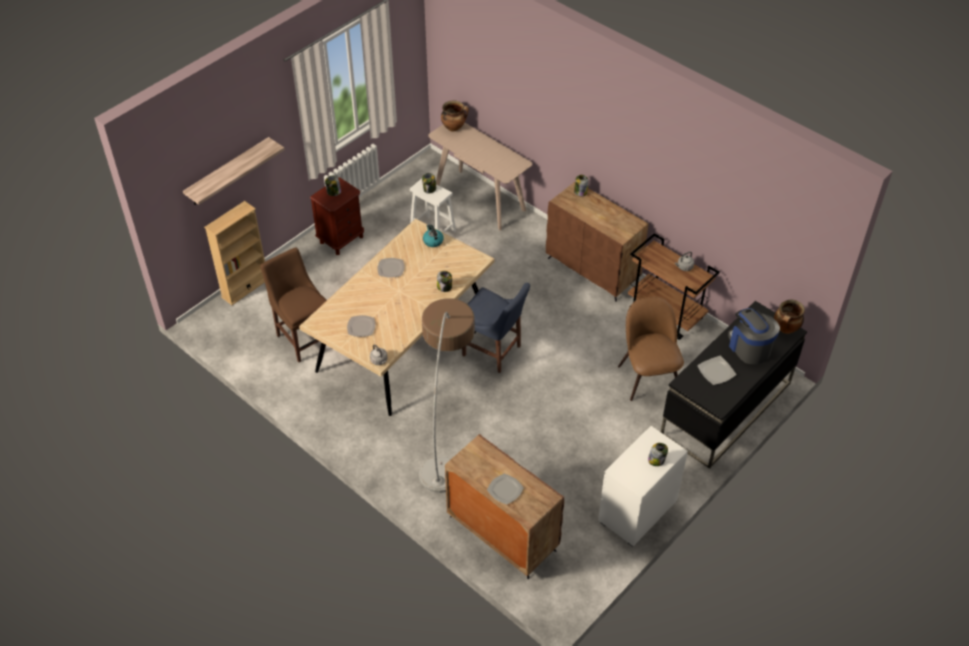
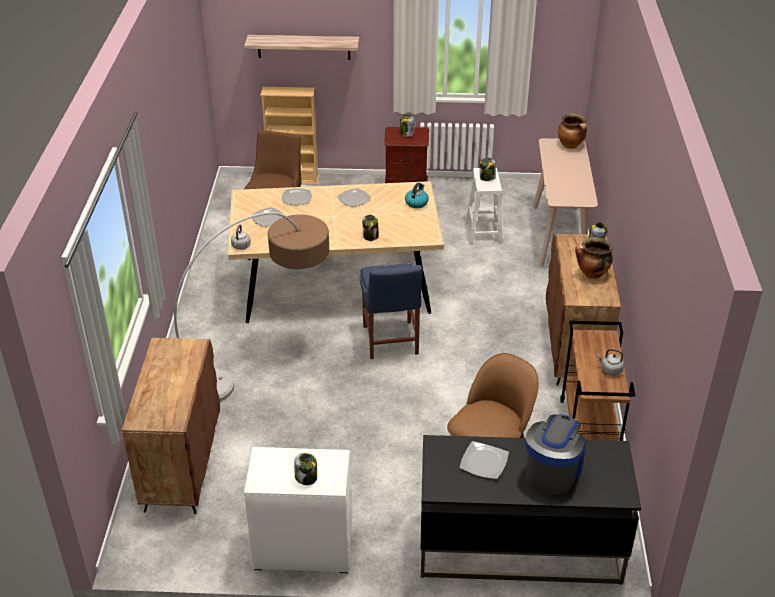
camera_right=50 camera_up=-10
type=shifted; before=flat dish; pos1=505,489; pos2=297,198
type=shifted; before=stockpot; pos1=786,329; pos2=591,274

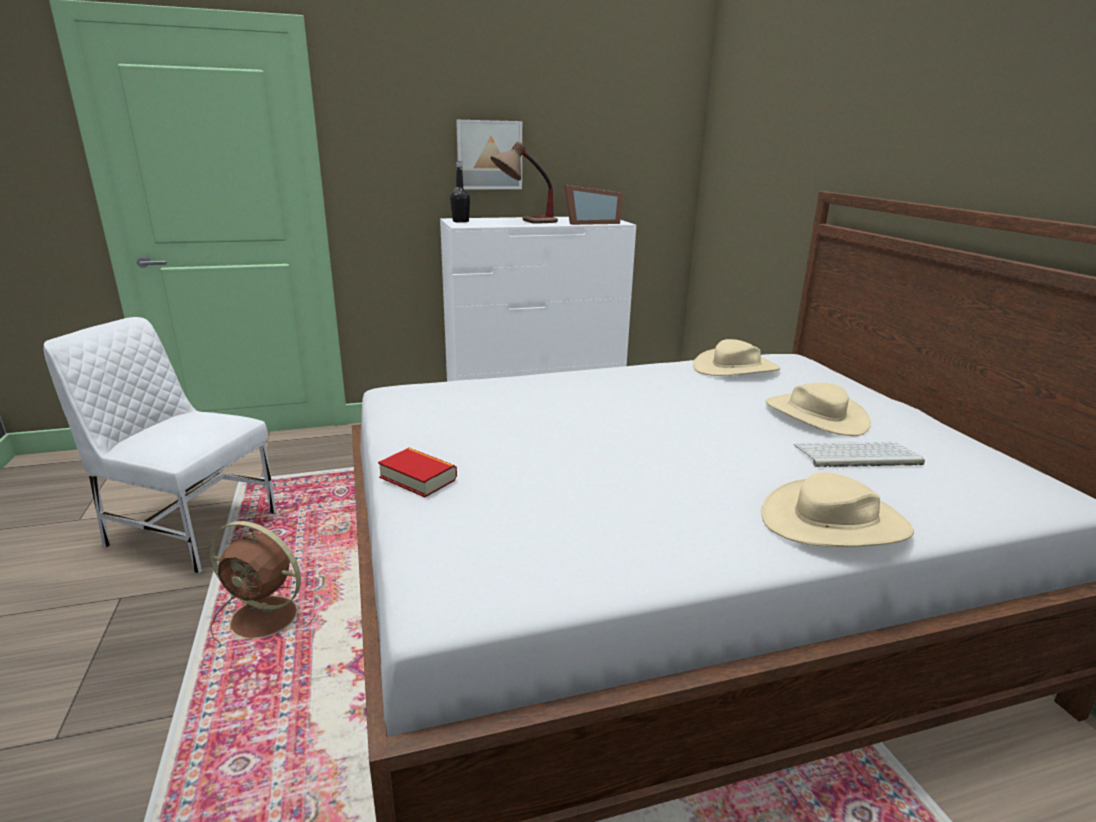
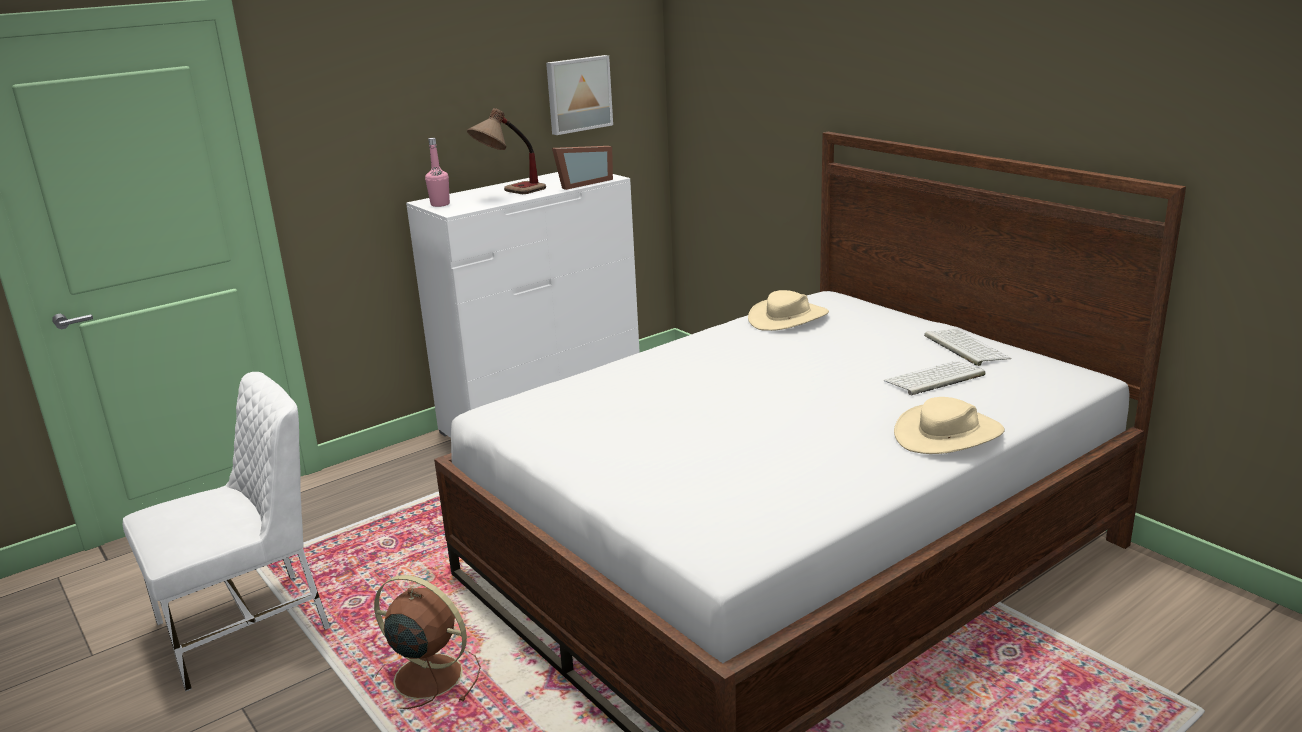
camera_right=-20 camera_up=0
type=rotated; before=white-coloured plain chair; pos1=189,529; pos2=247,626; turn=150
type=rotated; before=brownish cooling fan; pos1=267,618; pos2=425,676; turn=-150
type=repainted; before=blackish beverage bottle; after=pink beverage bottle; pos1=460,221; pos2=440,204
type=shifted; before=picture; pos1=489,155; pos2=578,94
type=new; after=PC keyboard; pos2=964,347
type=gone; before=bound book; pos1=418,478
type=gone; before=beige clothing hat; pos1=815,415

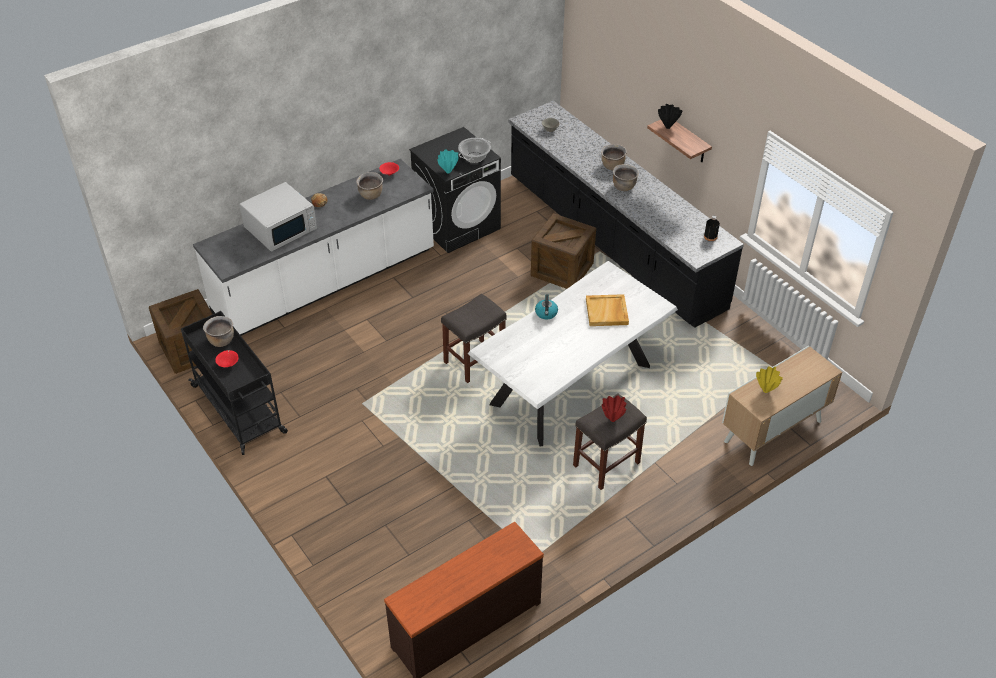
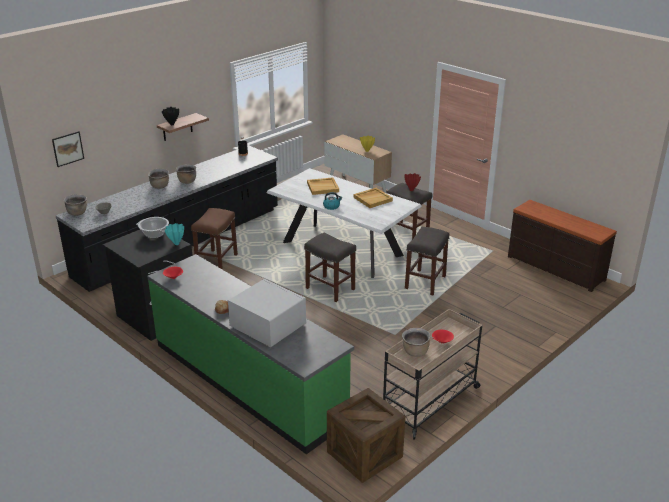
camera_right=-100 camera_up=-15
type=new; after=picture; pos2=68,149
type=shifted; before=brownish stockpot; pos1=371,195; pos2=77,213
type=repainted; before=white-coloured kitchen base unit; after=green-coloured kitchen base unit; pos1=325,283; pos2=248,381
type=swapped; before=packing crate; after=brownish sitting stool; pos1=562,270; pos2=217,261
type=new; after=beige serving tray; pos2=373,199
type=repainted; before=blackish trolley; after=beige trolley; pos1=239,410; pos2=430,401
type=new; after=greyish sitting stool; pos2=425,283

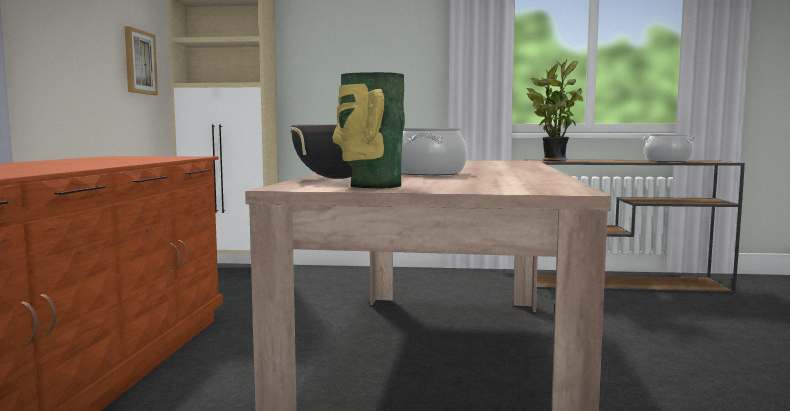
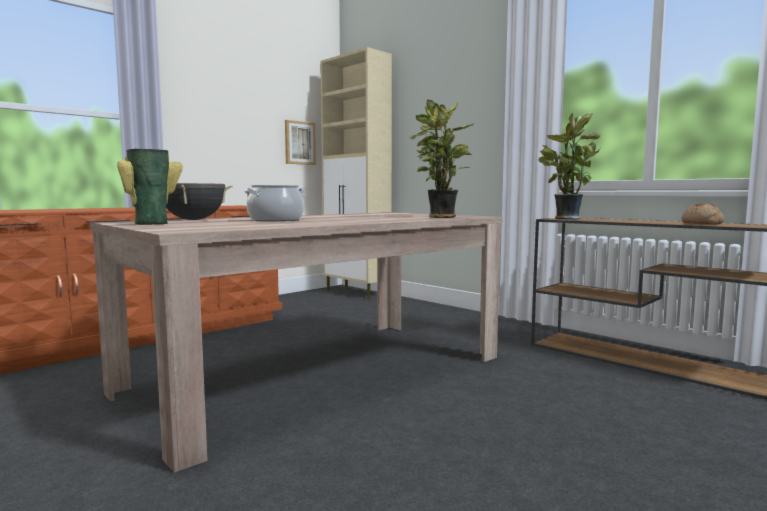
camera_right=40 camera_up=0
type=new; after=potted plant; pos2=441,217
type=swapped; before=stockpot; after=baked bread; pos1=667,161; pos2=701,223

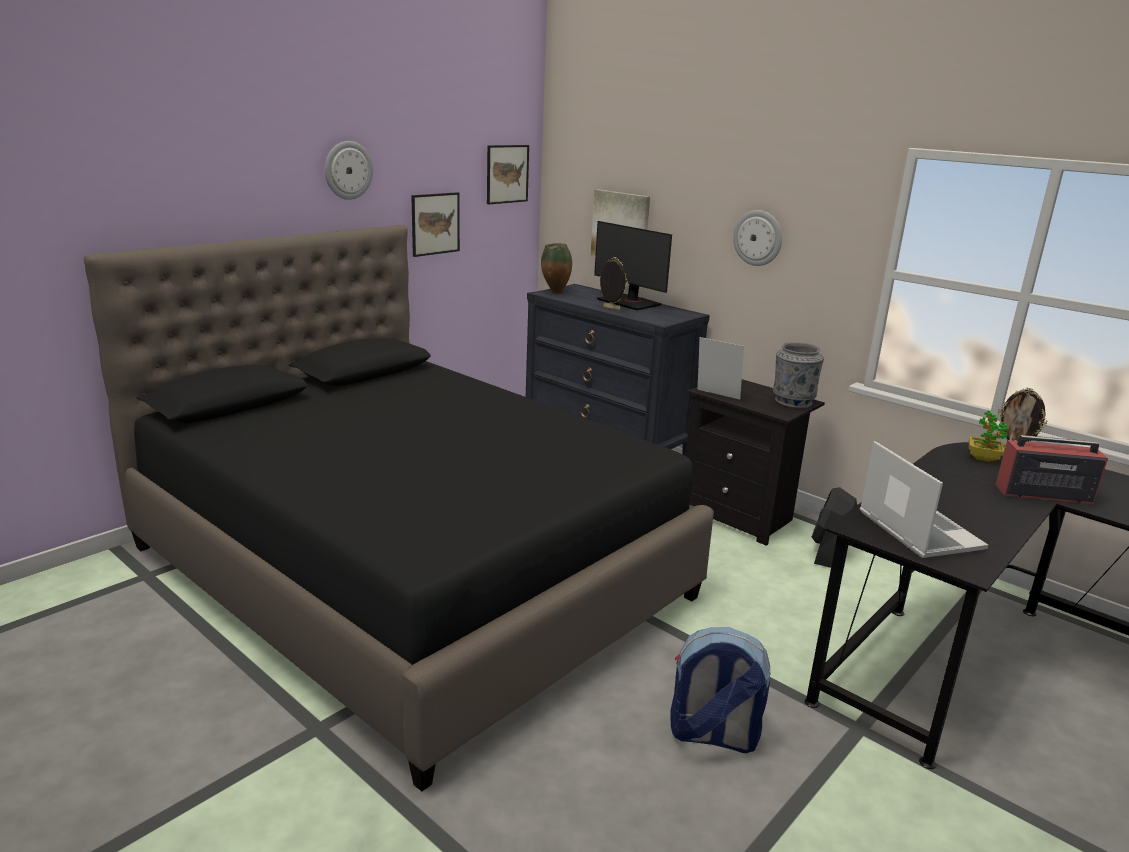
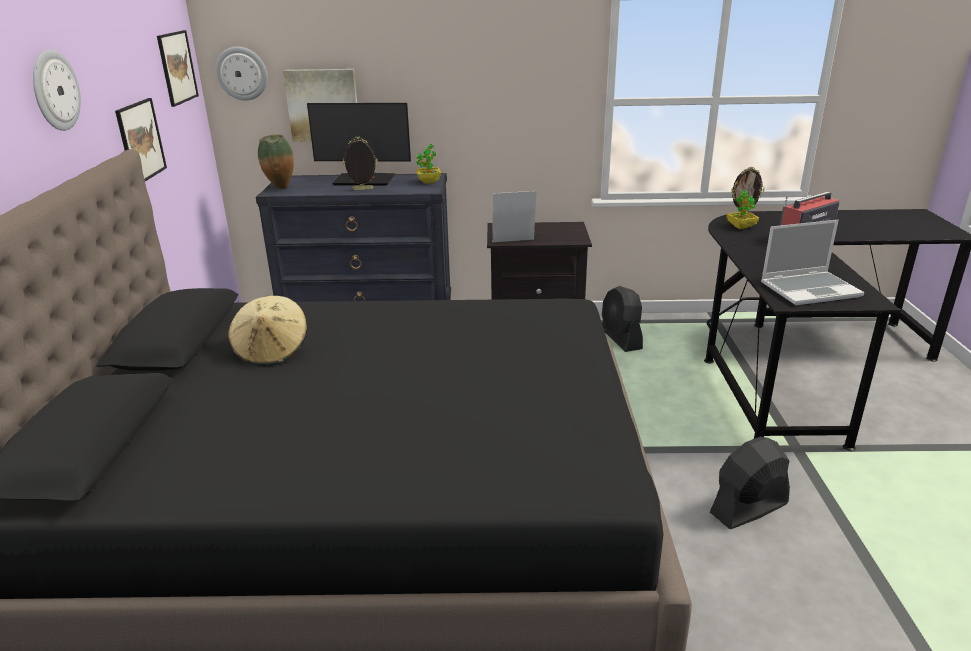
camera_right=-40 camera_up=5
type=shifted; before=clock on the wall; pos1=758,238; pos2=242,73
type=new; after=beige clothing hat; pos2=272,351
type=new; after=potted plant; pos2=429,182
type=swapped; before=rucksack; after=blackish cooling fan; pos1=712,736; pos2=748,508
type=rotated; before=laptop; pos1=917,530; pos2=810,289; turn=135
type=gone; before=greyish flower vase; pos1=792,402

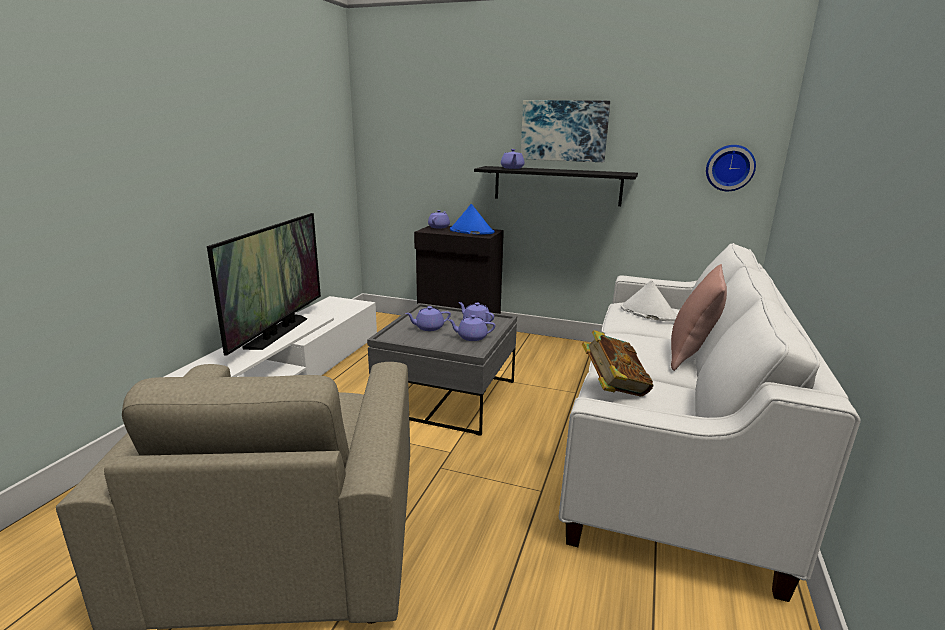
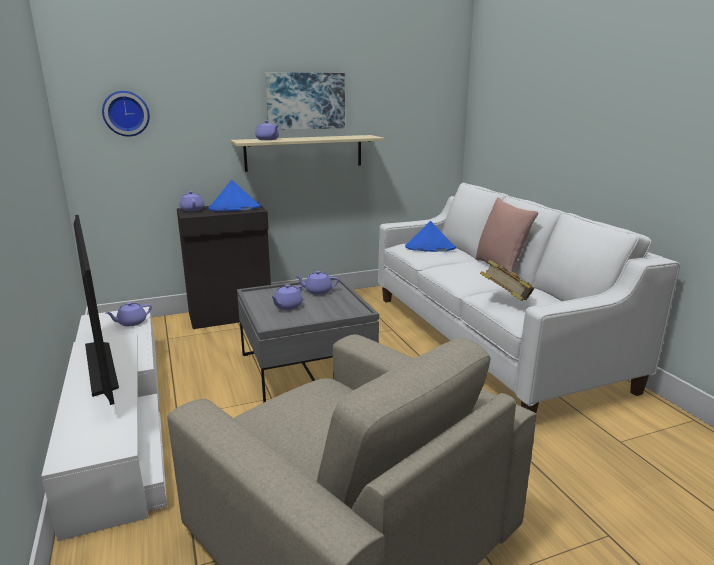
camera_right=-40 camera_up=0
type=shifted; before=clock on the wall; pos1=730,168; pos2=126,113
type=shifted; before=purple-coloured pot for tea; pos1=471,337; pos2=131,323
type=repainted; before=blackish shelf; after=beige shelf; pos1=557,185; pos2=304,152
type=repainted; before=white-coloured clothing hat; after=blue clothing hat; pos1=648,313; pos2=430,248

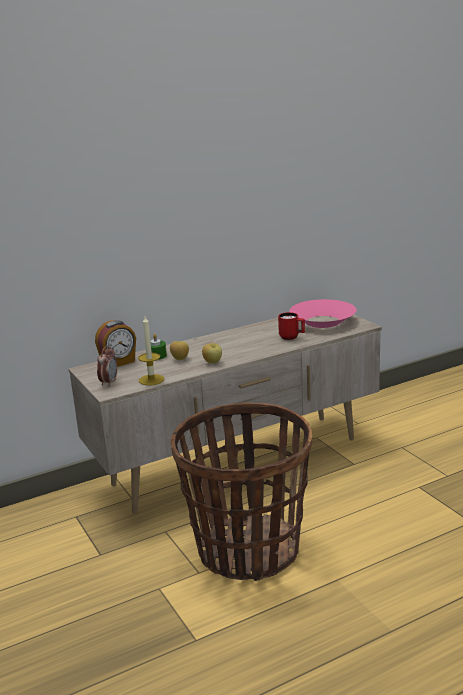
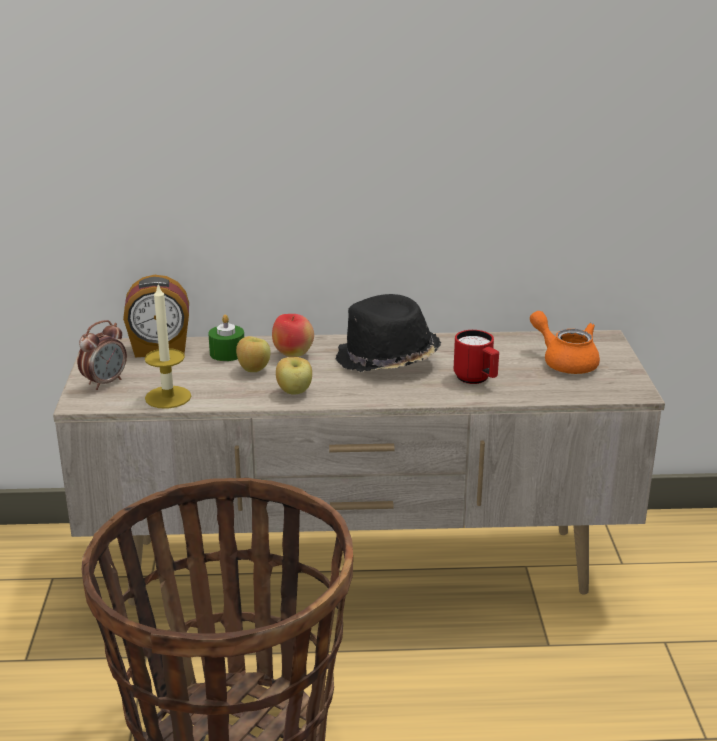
camera_right=25 camera_up=5
type=new; after=apple; pos2=293,354
type=new; after=blackish clothing hat; pos2=386,360
type=swapped; before=pink bowl; after=orange pot for tea; pos1=322,321; pos2=565,361

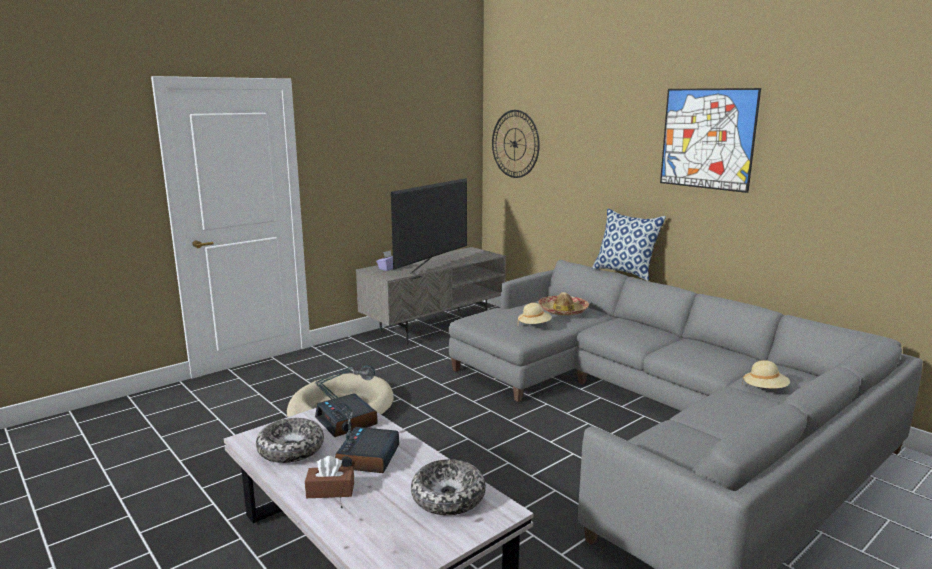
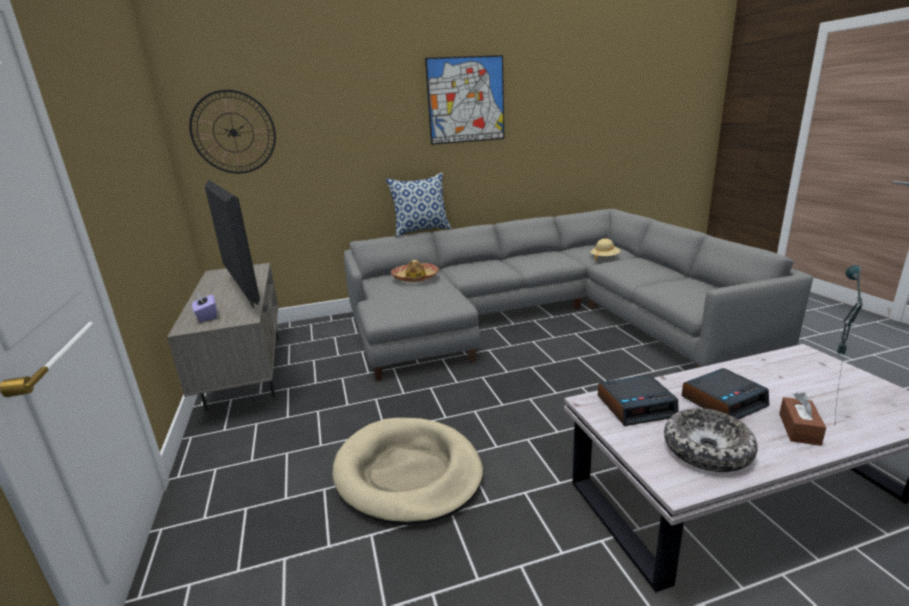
camera_right=-65 camera_up=5
type=rotated; before=table clock; pos1=368,457; pos2=723,401; turn=-60
type=gone; before=bowl; pos1=448,497
type=gone; before=beige clothing hat; pos1=534,325

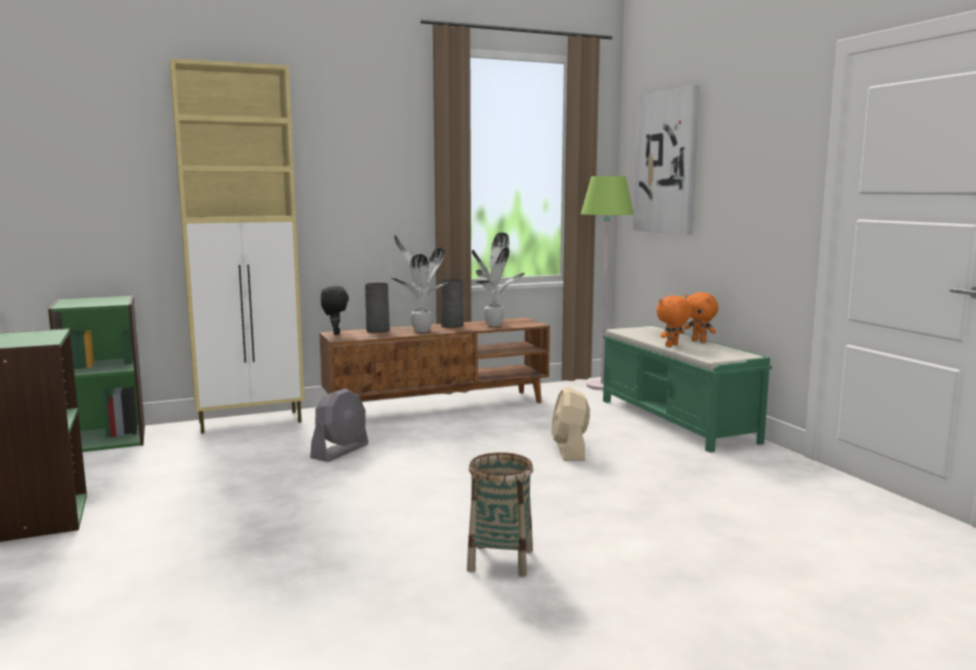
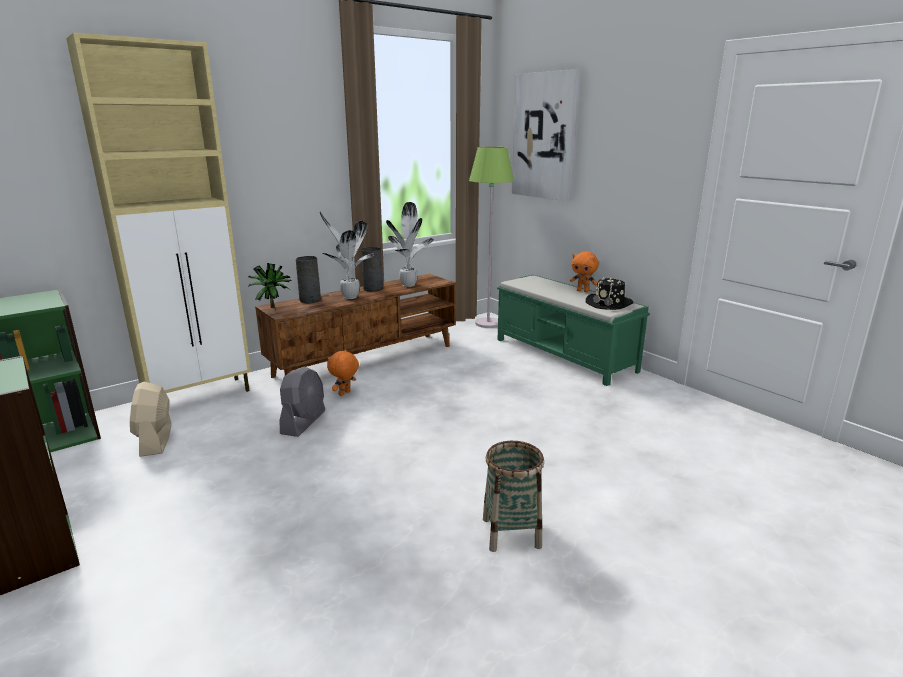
camera_right=-15 camera_up=10
type=shifted; before=beige cooling fan; pos1=569,450; pos2=155,440
type=swapped; before=blackish soft toy; after=potted plant; pos1=335,333; pos2=272,307
type=shifted; before=orange soft toy; pos1=672,346; pos2=345,394
type=new; after=blackish clothing hat; pos2=609,303

